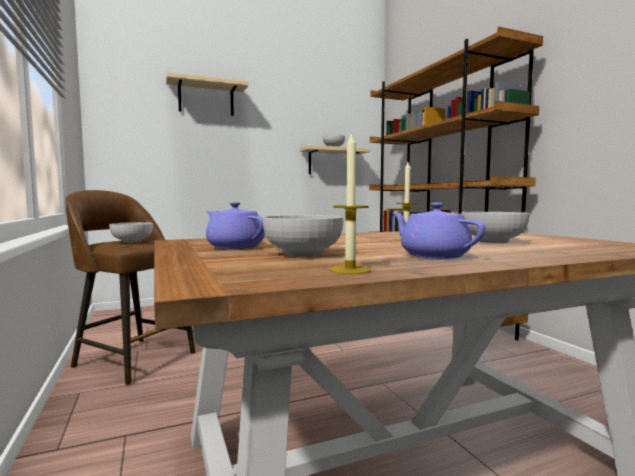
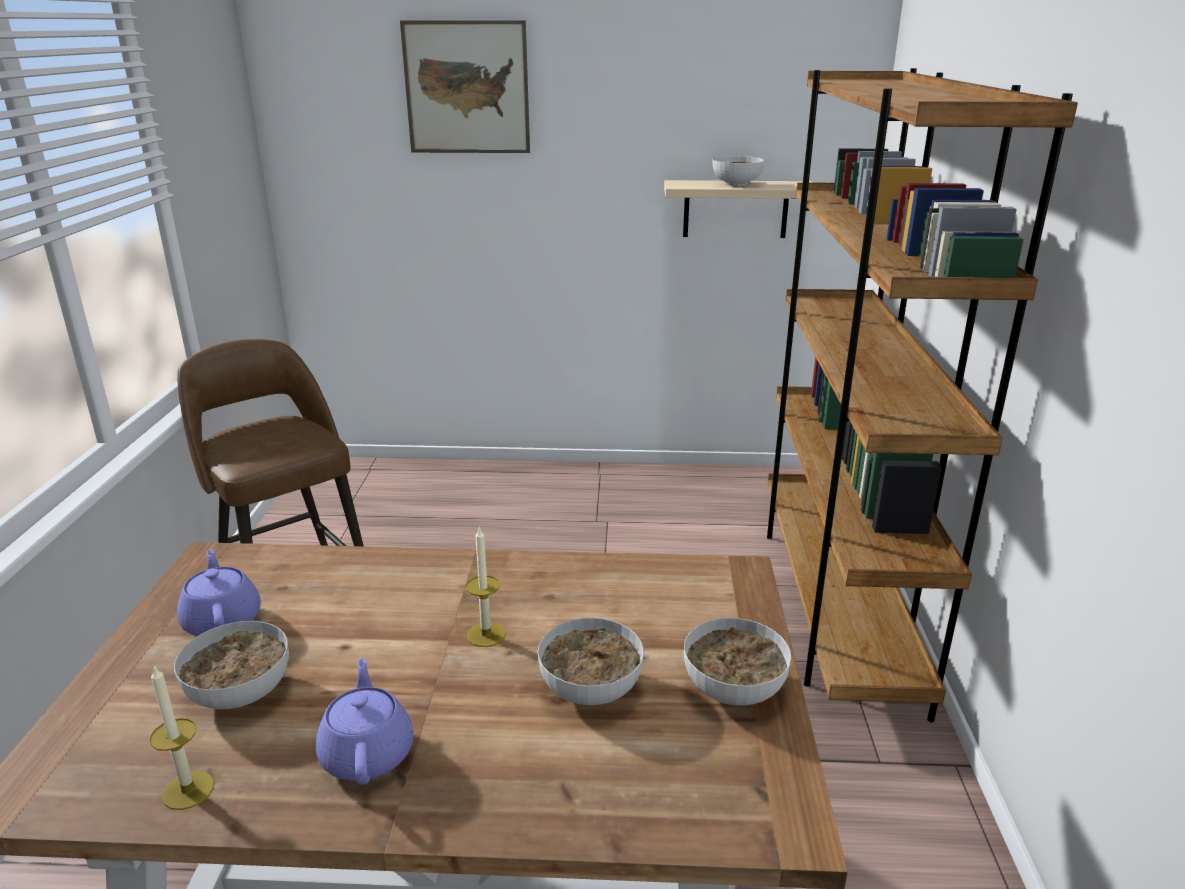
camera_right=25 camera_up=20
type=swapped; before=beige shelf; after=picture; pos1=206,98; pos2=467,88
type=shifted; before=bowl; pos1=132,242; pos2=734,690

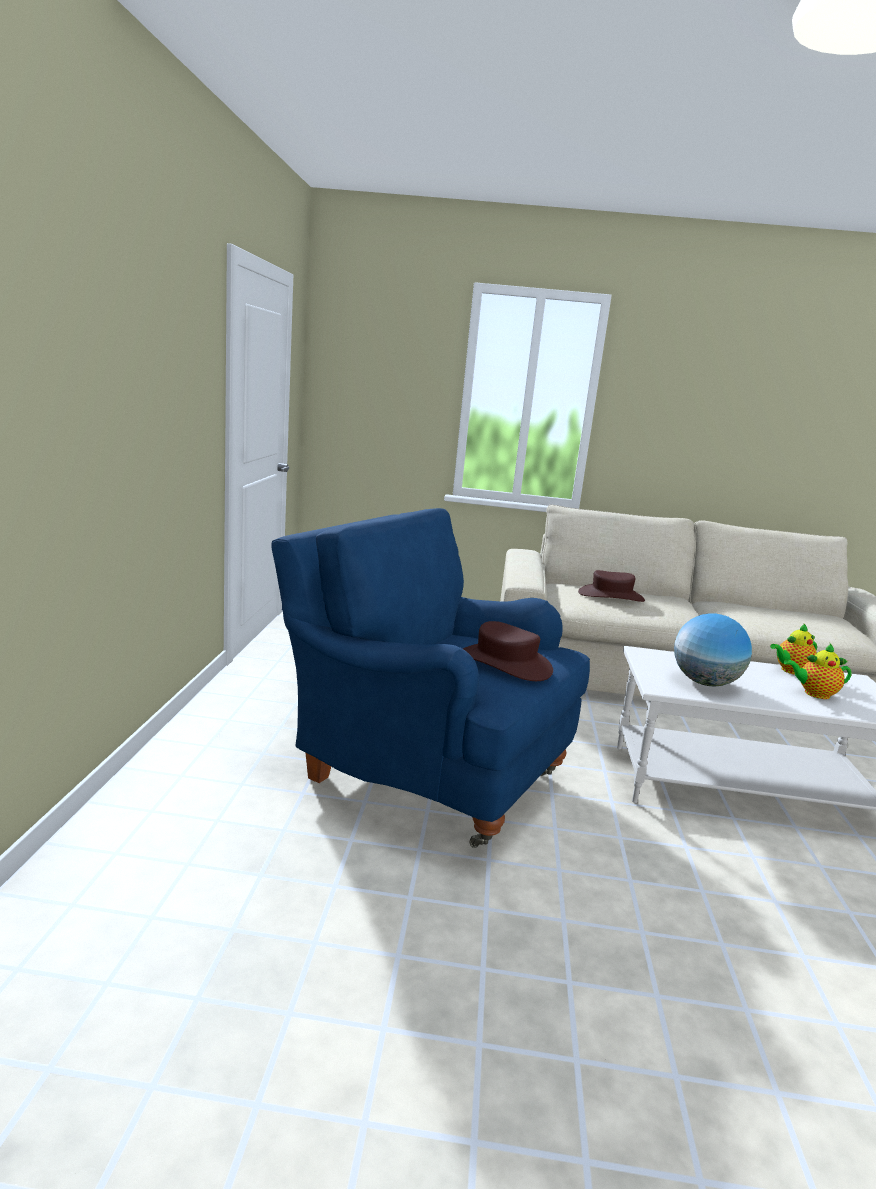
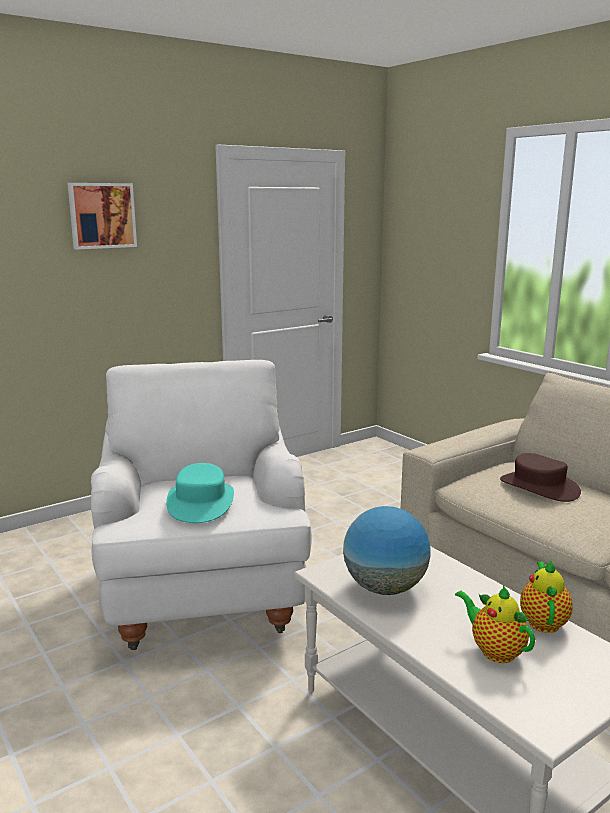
camera_right=50 camera_up=0
type=new; after=picture; pos2=102,215
type=repainted; before=blue easy chair; after=white-coloured easy chair; pos1=425,772; pos2=203,589
type=repainted; before=brownish clothing hat; after=turquoise clothing hat; pos1=505,663; pos2=201,503
type=rotated; before=pot for tea; pos1=790,671; pos2=543,621; turn=75

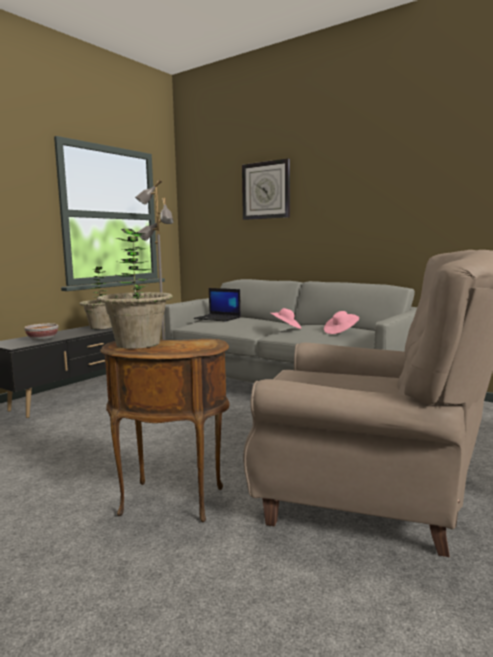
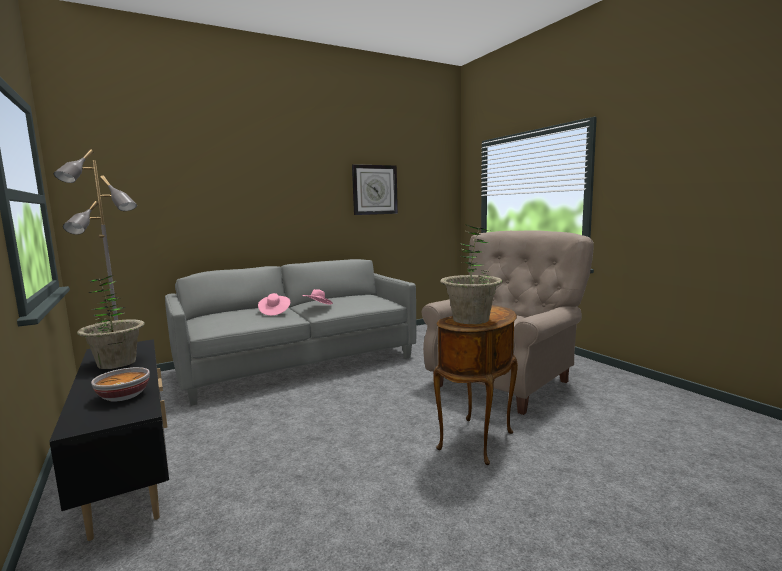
camera_right=-65 camera_up=0
type=shifted; before=pink clothing hat; pos1=341,332; pos2=274,312
type=shifted; before=clock on the wall; pos1=266,190; pos2=374,190
type=gone; before=laptop; pos1=218,318

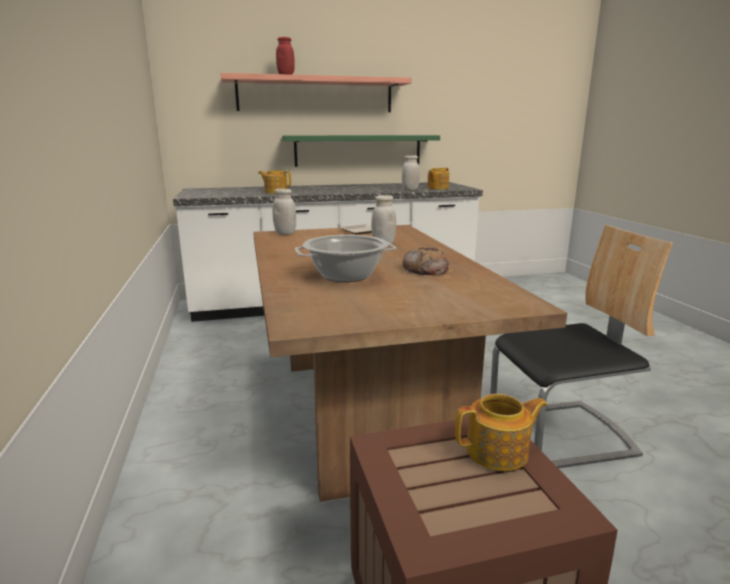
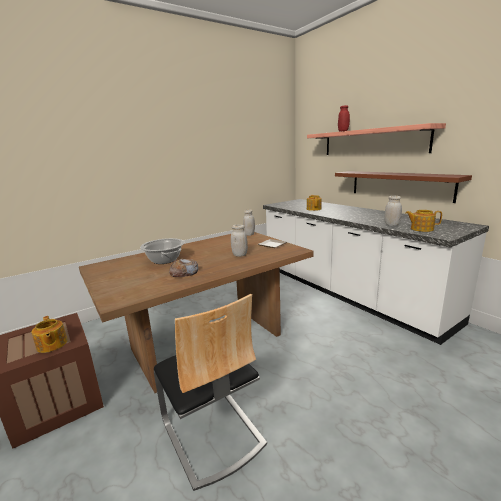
camera_right=70 camera_up=0
type=repainted; before=green-coloured shelf; after=brownish shelf; pos1=358,150; pos2=399,185

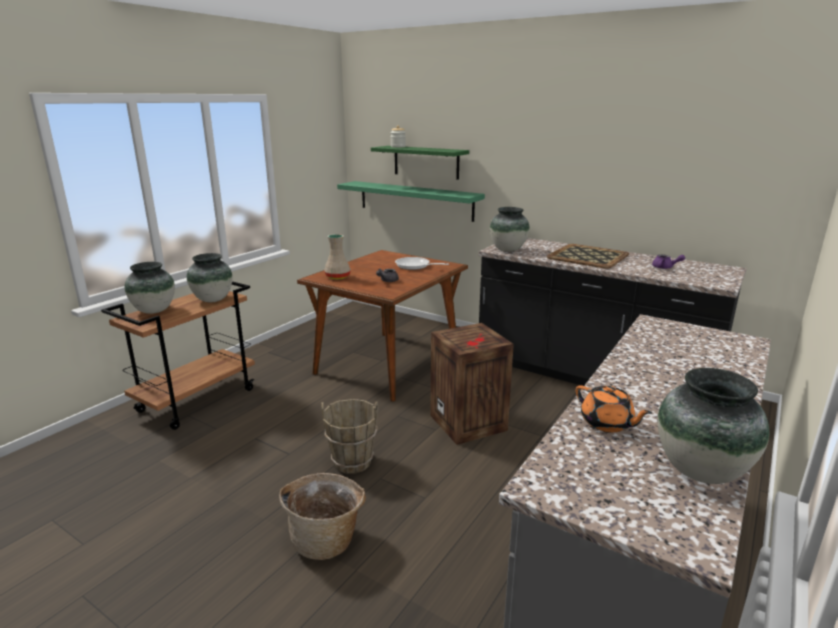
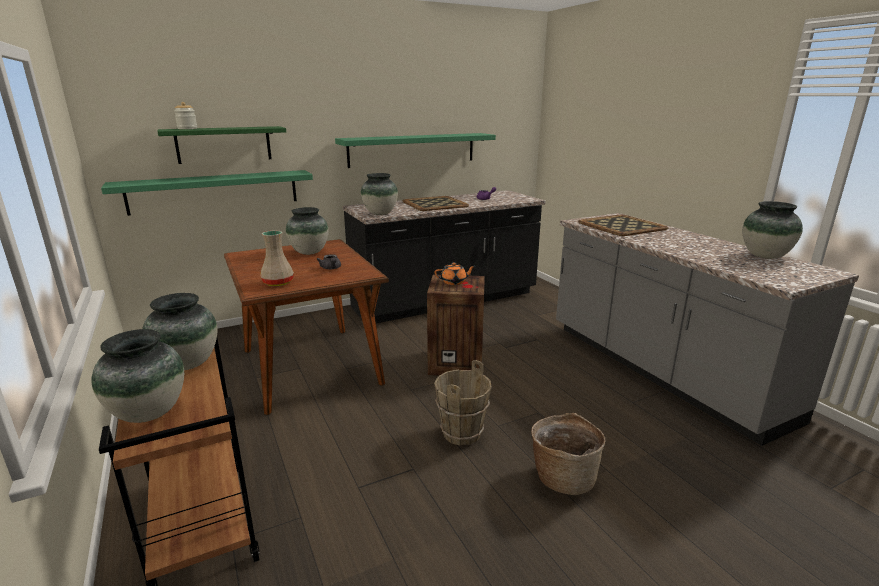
camera_right=-60 camera_up=0
type=swapped; before=skillet; after=flower vase; pos1=415,266; pos2=309,252
type=new; after=green-coloured shelf; pos2=412,149
type=shifted; before=orange pot for tea; pos1=607,423; pos2=454,282
type=new; after=serving tray; pos2=622,226

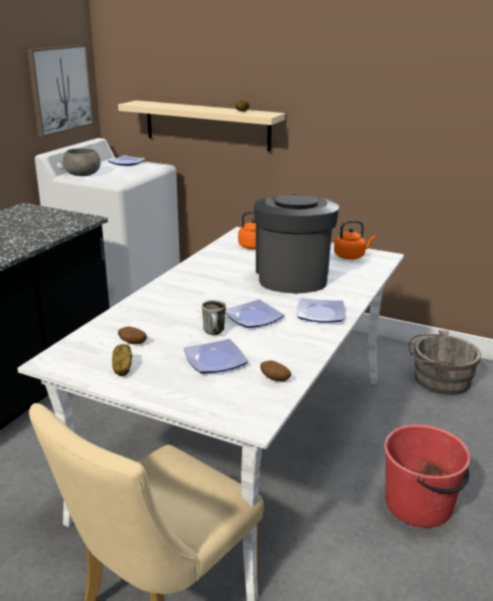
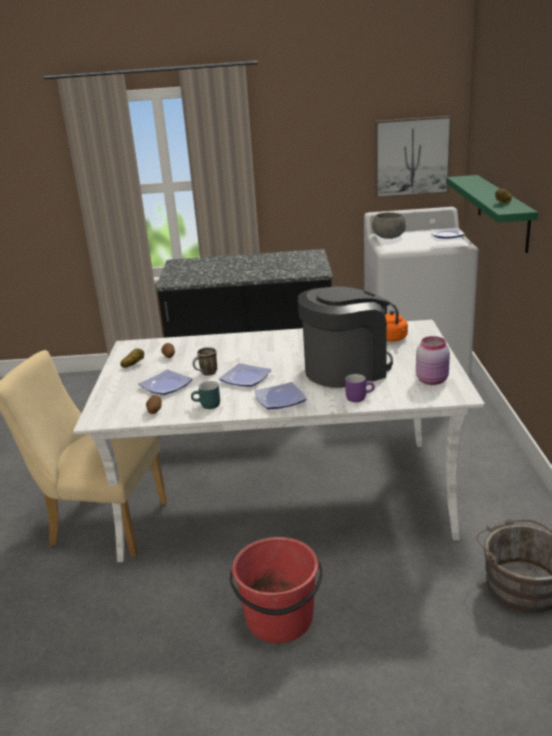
camera_right=65 camera_up=0
type=new; after=turquoise mug; pos2=207,406
type=new; after=purple-coloured mug; pos2=358,397
type=swapped; before=orange tea kettle; after=pink storage jar; pos1=351,256; pos2=433,380
type=repainted; before=beige shelf; after=green-coloured shelf; pos1=207,125; pos2=502,211

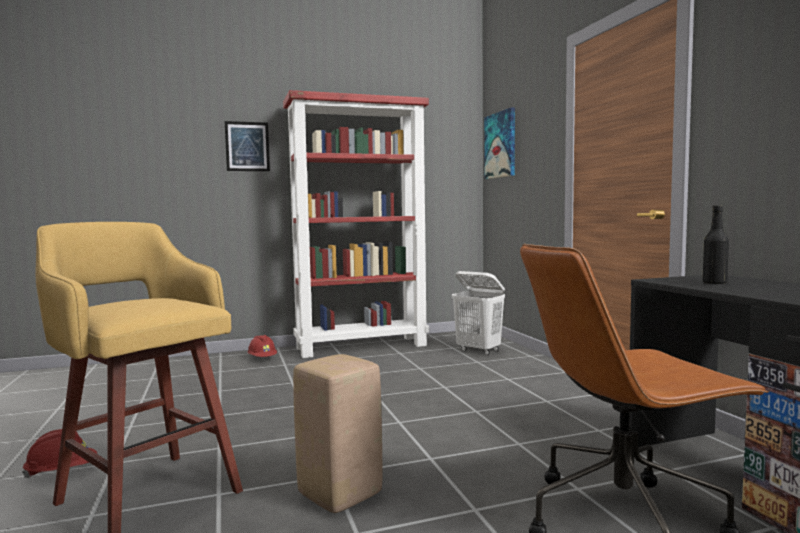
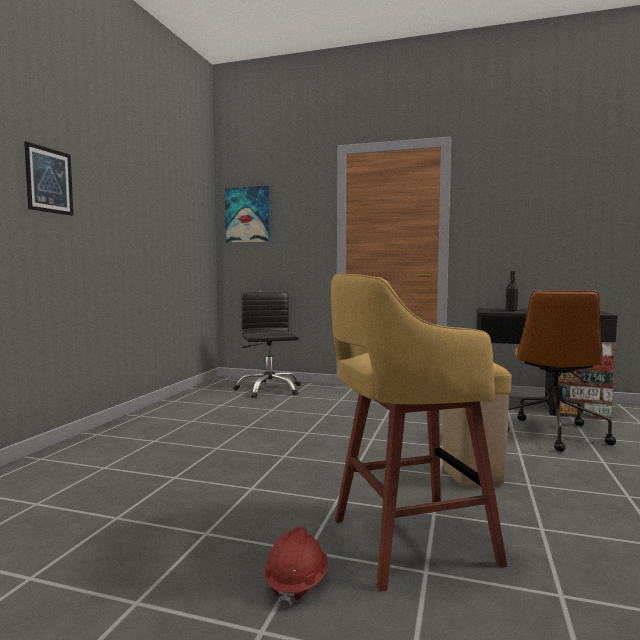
camera_right=-55 camera_up=0
type=swapped; before=white-coloured hamper; after=blackish desk chair; pos1=479,351; pos2=269,390
type=gone; before=reddish work helmet; pos1=262,359
type=gone; before=reddish bookcase; pos1=362,346

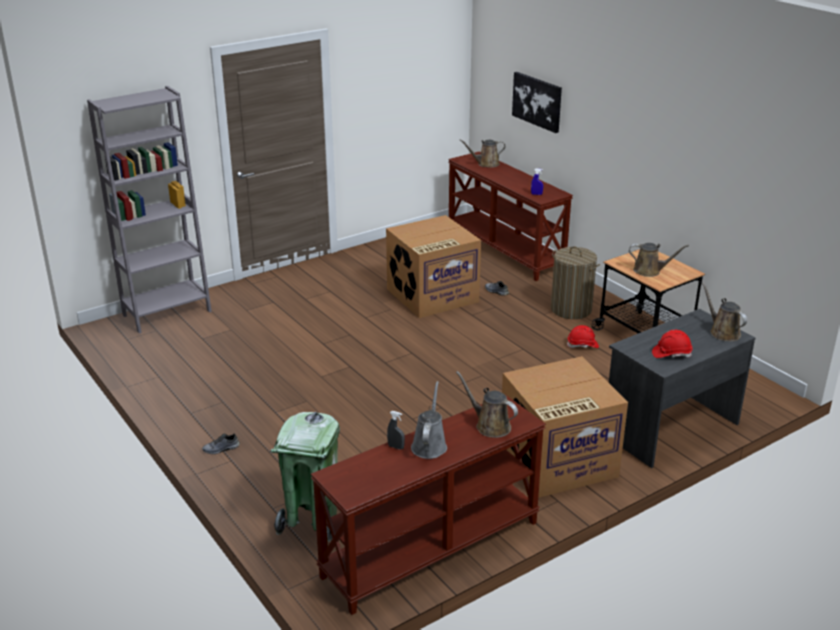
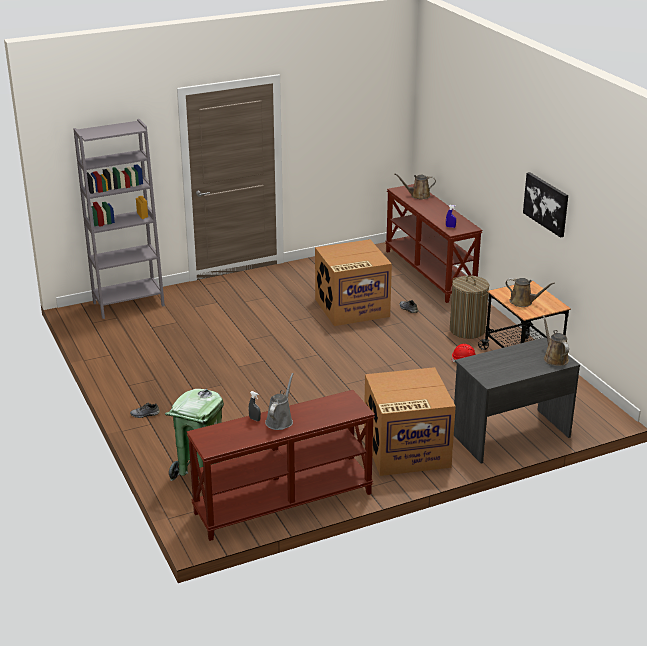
camera_right=10 camera_up=0
type=shifted; before=picture; pos1=537,101; pos2=546,204
type=gone; before=brownish watering pot; pos1=490,426
type=gone; before=reddish work helmet; pos1=671,354

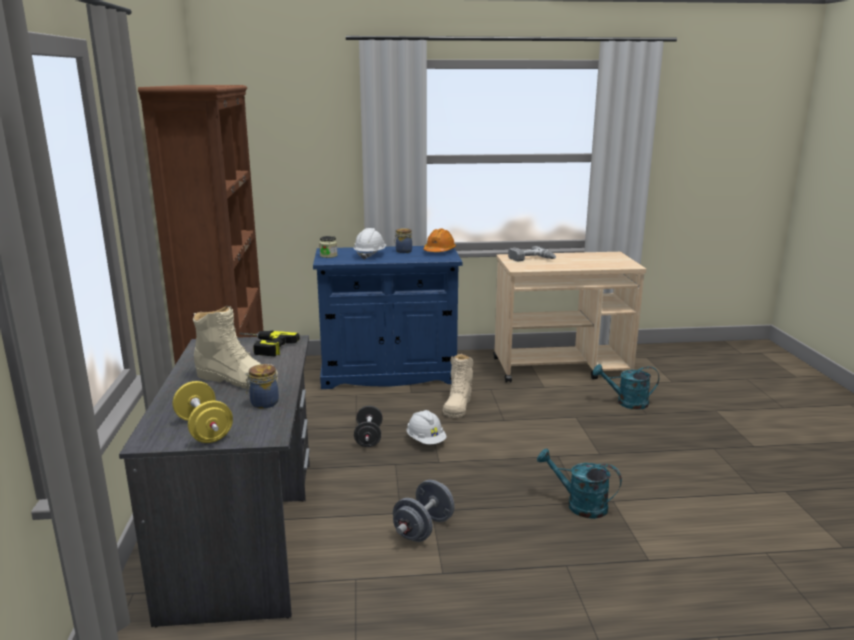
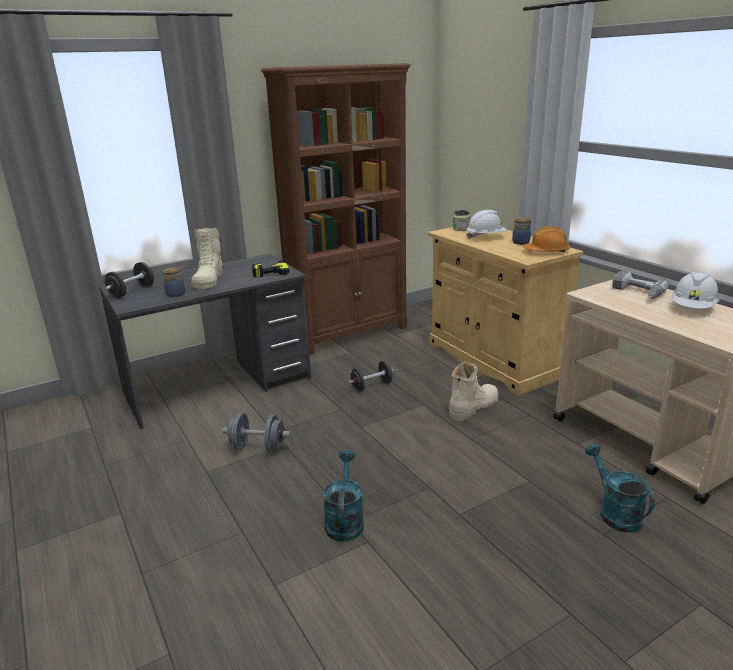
camera_right=65 camera_up=5
type=repainted; before=yellow-coloured hand weight; after=blackish hand weight; pos1=204,430; pos2=132,292
type=repainted; before=blue storage cabinet; after=beige storage cabinet; pos1=389,373; pos2=493,359
type=rotated; before=beige boot; pos1=458,405; pos2=473,407; turn=150
type=shifted; before=white-coloured work helmet; pos1=426,441; pos2=693,308

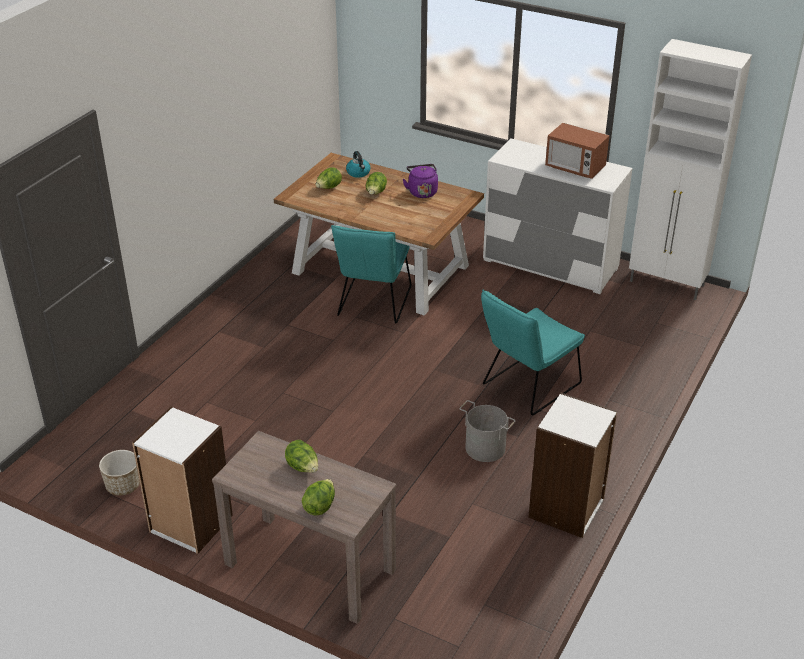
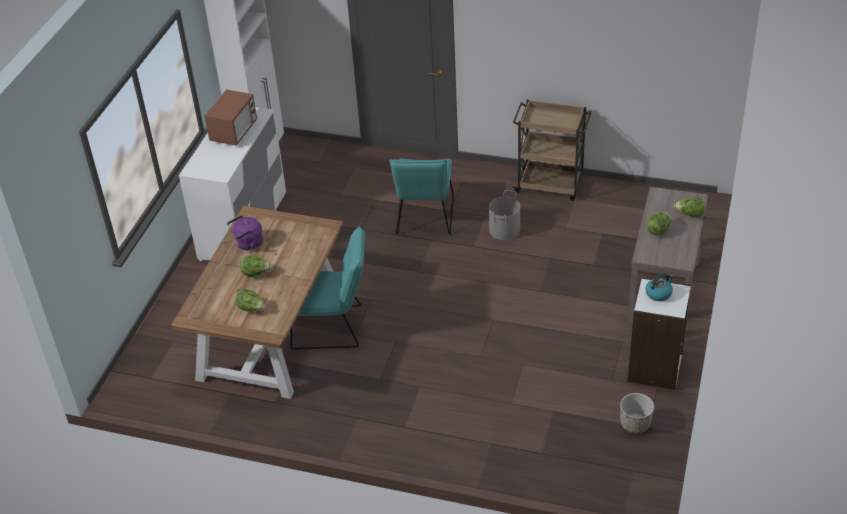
camera_right=-100 camera_up=5
type=rotated; before=turquoise plain chair; pos1=526,387; pos2=424,218; turn=60
type=swapped; before=white-coloured bookcase; after=brownish trolley; pos1=567,509; pos2=550,185
type=shifted; before=tea kettle; pos1=358,173; pos2=659,293

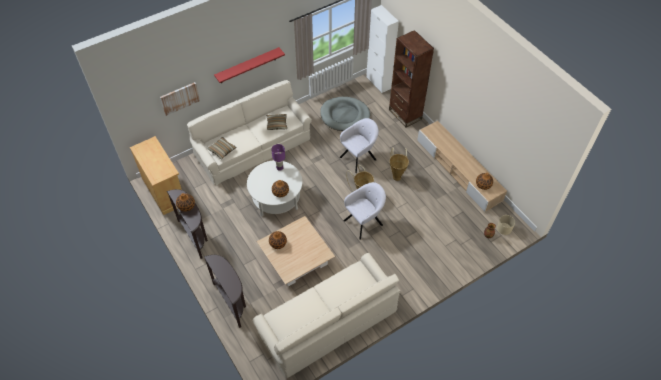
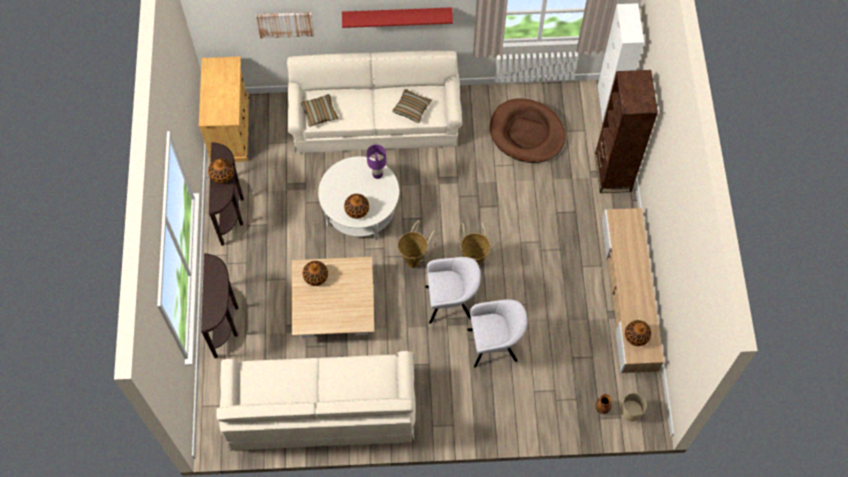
camera_right=30 camera_up=10
type=shifted; before=storage basket; pos1=397,175; pos2=415,259
type=shifted; before=greyish easy chair; pos1=359,157; pos2=494,344
type=repainted; before=greyish dog cushion; after=brownish dog cushion; pos1=345,115; pos2=527,133

